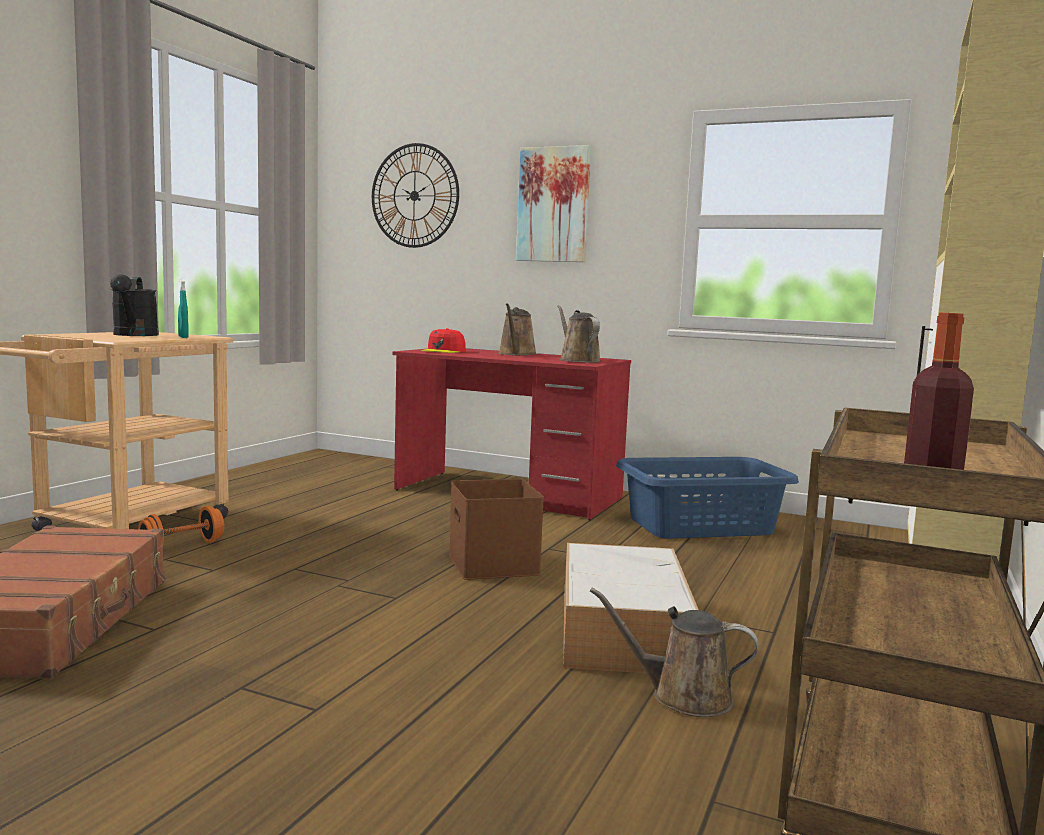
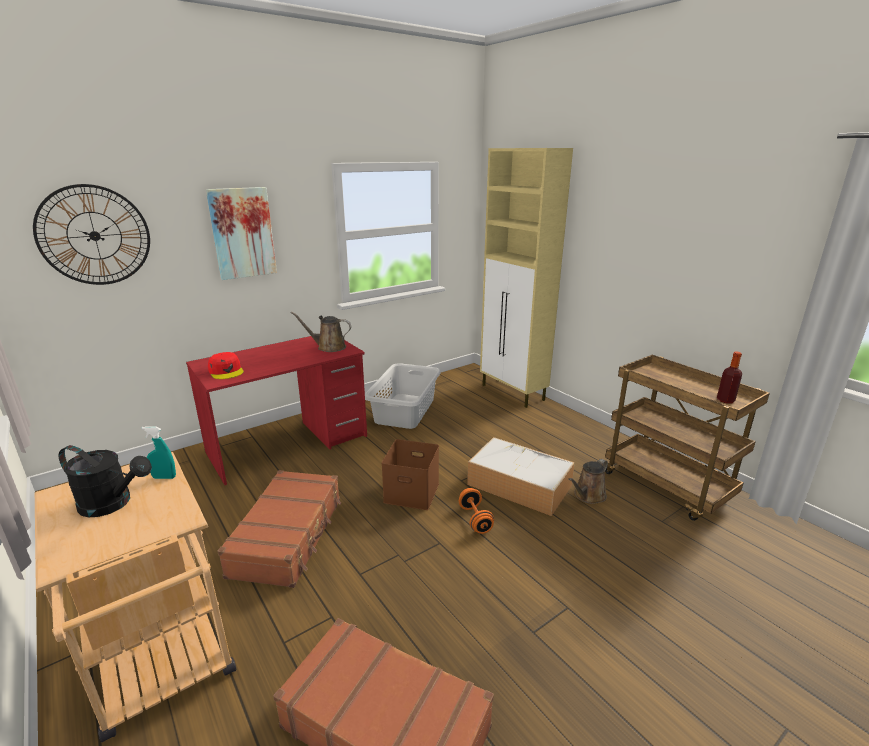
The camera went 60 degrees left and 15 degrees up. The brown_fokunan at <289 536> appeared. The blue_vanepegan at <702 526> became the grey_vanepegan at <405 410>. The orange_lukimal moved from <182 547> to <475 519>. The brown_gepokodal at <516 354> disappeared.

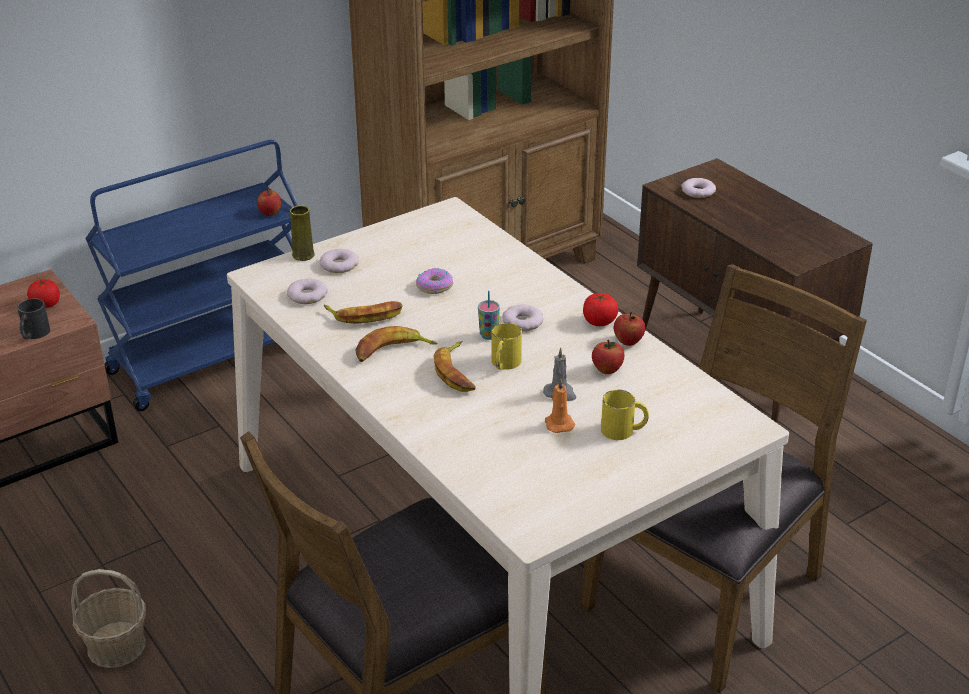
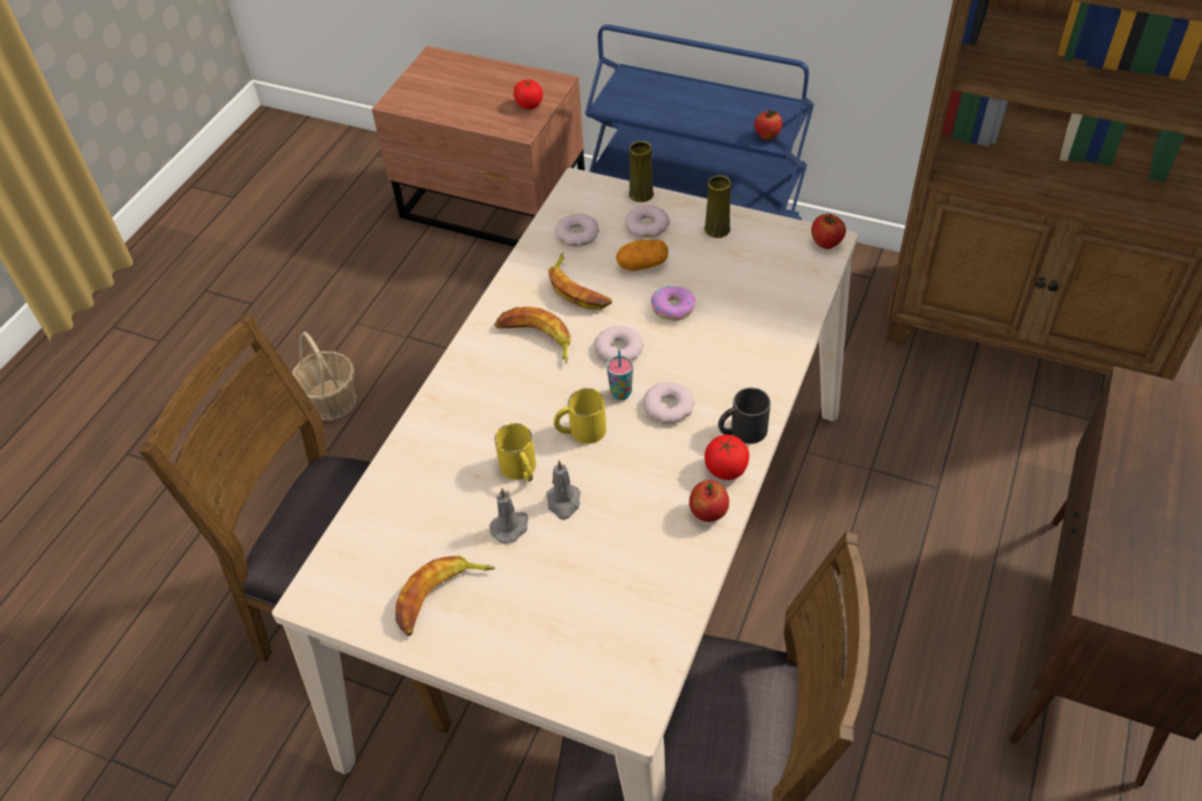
The camera went 60 degrees right and 15 degrees up. The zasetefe moved from <457 372> to <440 597>. The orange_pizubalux at <558 423> became the grey_pizubalux at <511 527>. The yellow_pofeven moved from <624 430> to <521 470>. The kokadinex moved from <698 192> to <618 349>. The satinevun at <642 265> appeared. The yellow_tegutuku at <717 229> appeared. The black_pofeven moved from <33 334> to <741 431>. The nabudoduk moved from <607 370> to <826 244>.

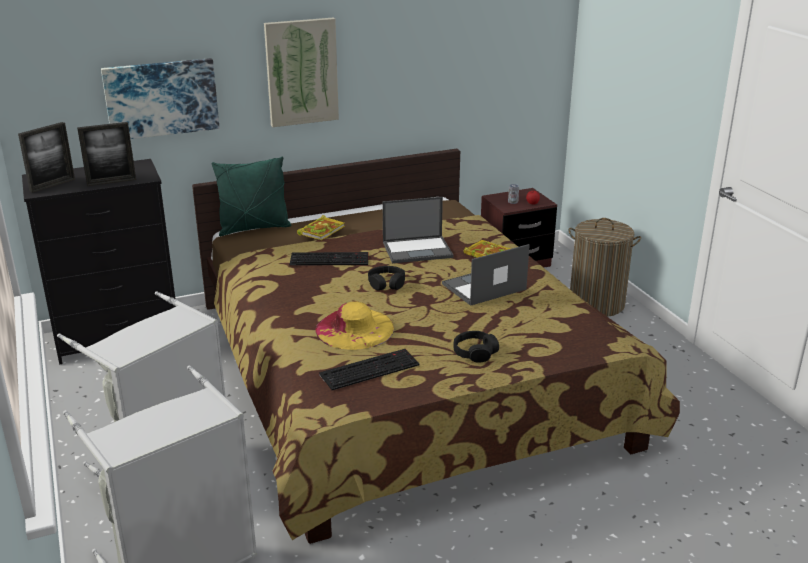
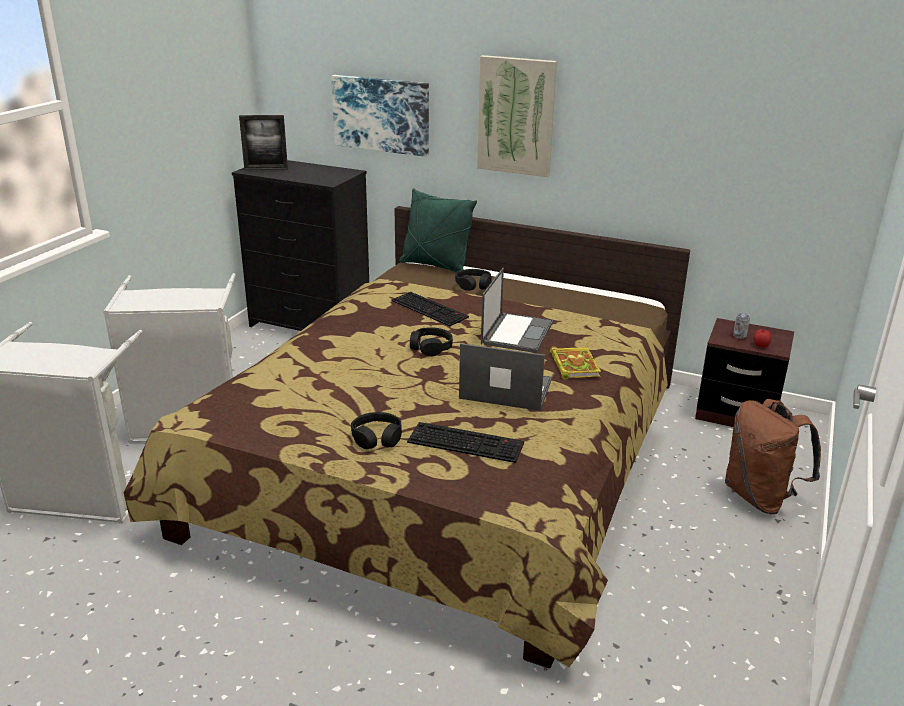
The camera went 45 degrees right and 0 degrees up. The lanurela moved from <370 369> to <467 442>. The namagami at <322 230> was replaced by the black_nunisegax at <473 285>. The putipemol at <418 250> turned 105 degrees counterclockwise. The vanepegan at <596 304> was replaced by the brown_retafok at <760 497>. The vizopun at <111 182> disappeared. The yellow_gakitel at <354 329> disappeared.

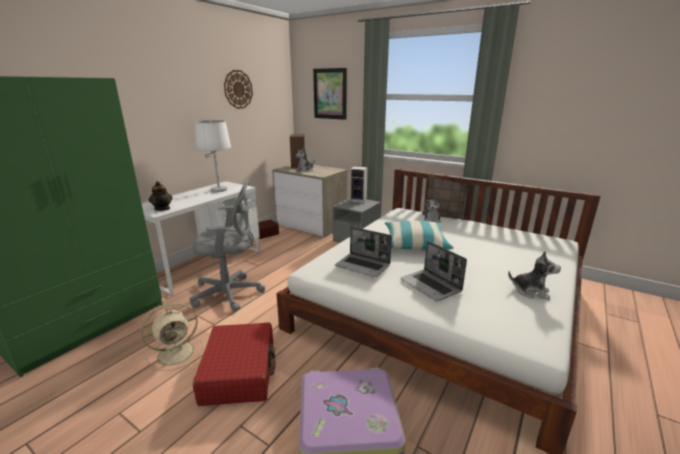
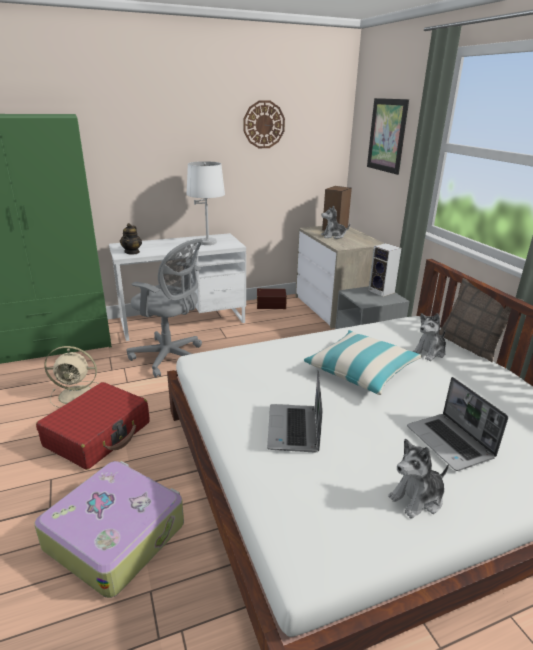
The camera went 35 degrees right and 5 degrees up. The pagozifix at <531 291> turned 90 degrees clockwise. The putipemol moved from <363 266> to <450 443>.

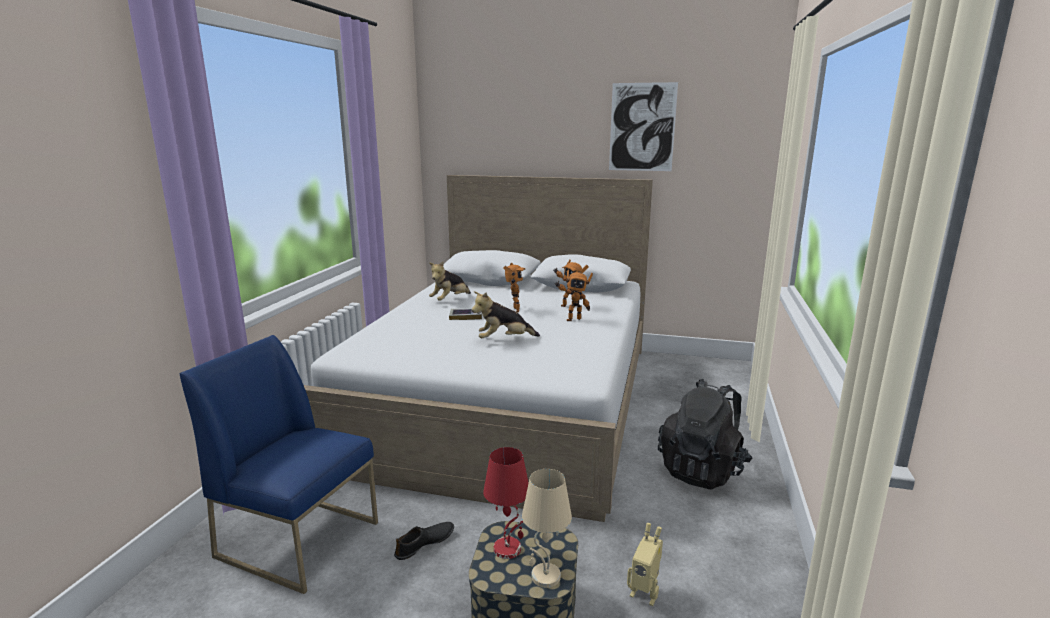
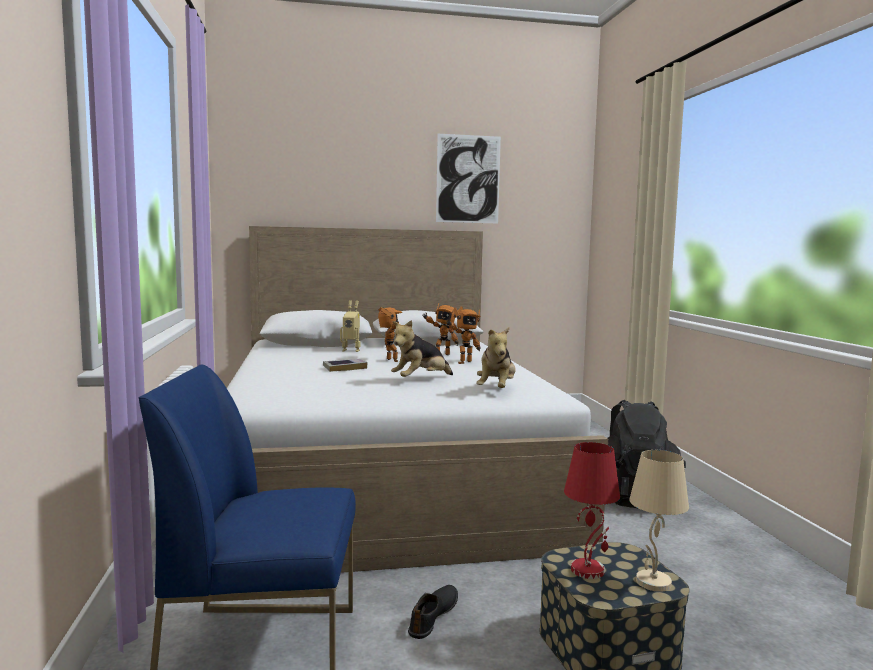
The camera went 25 degrees left and 10 degrees down. The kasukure moved from <645 593> to <351 350>. The pagozifix moved from <450 300> to <496 389>.

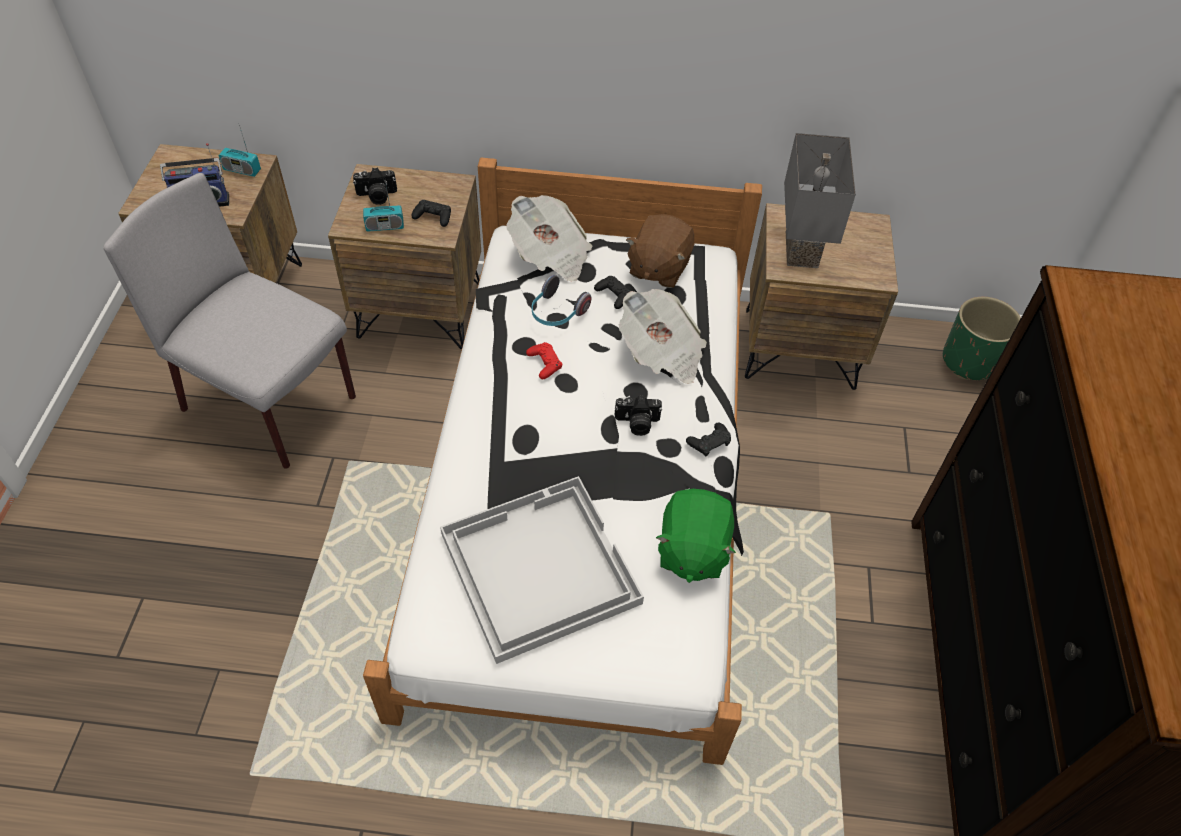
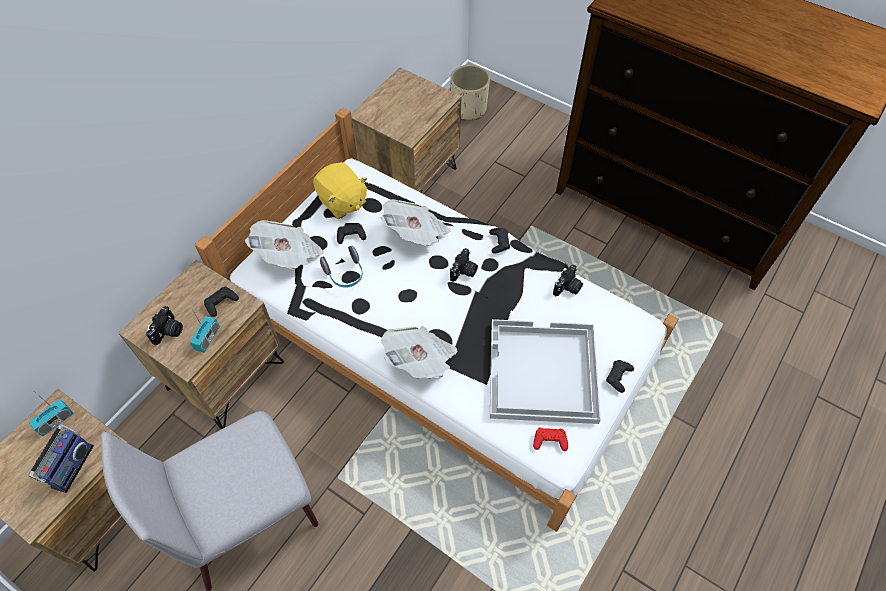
The camera went 60 degrees left and 5 degrees up. The brown_pagozifix at <658 268> became the yellow_pagozifix at <342 202>. The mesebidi at <421 360> appeared. The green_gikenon at <969 361> became the beige_gikenon at <469 109>. The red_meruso moved from <544 363> to <550 441>. The green_pagozifix at <691 550> was replaced by the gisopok at <568 288>. The black_meruso at <618 377> appeared. The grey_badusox at <798 249> disappeared.

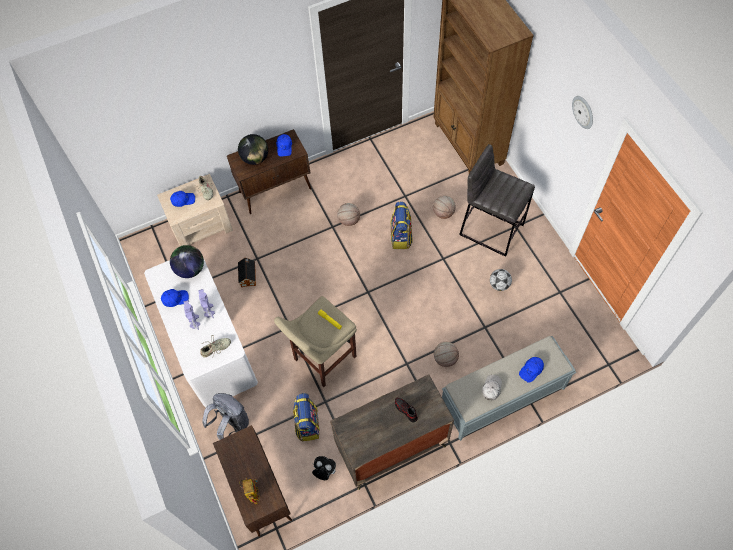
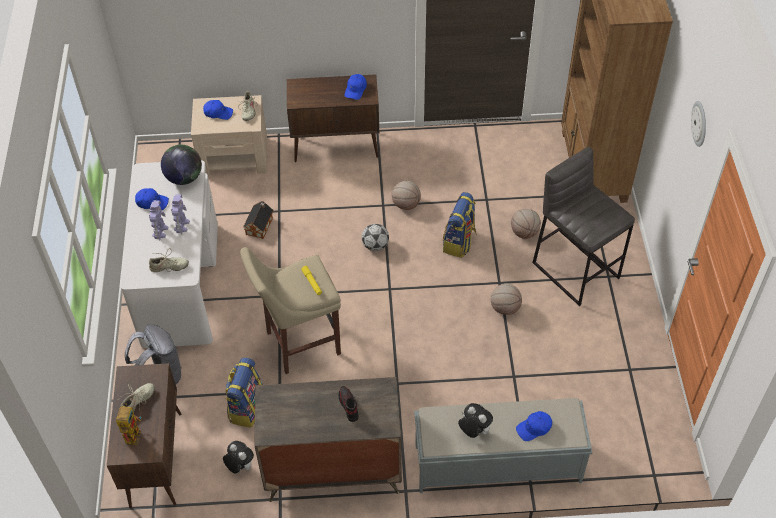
The camera went 20 degrees right and 10 degrees down. The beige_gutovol at <138 401> appeared. The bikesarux moved from <499 284> to <375 245>. The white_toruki at <491 388> was replaced by the pagozifix at <474 431>. The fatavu moved from <445 358> to <505 308>. The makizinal at <255 158> disappeared.

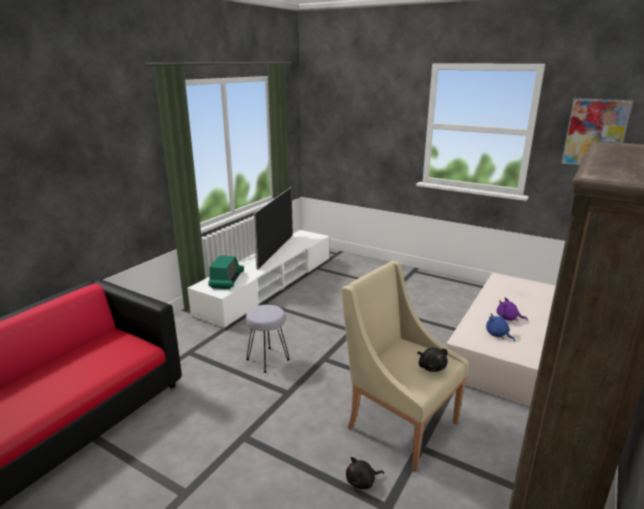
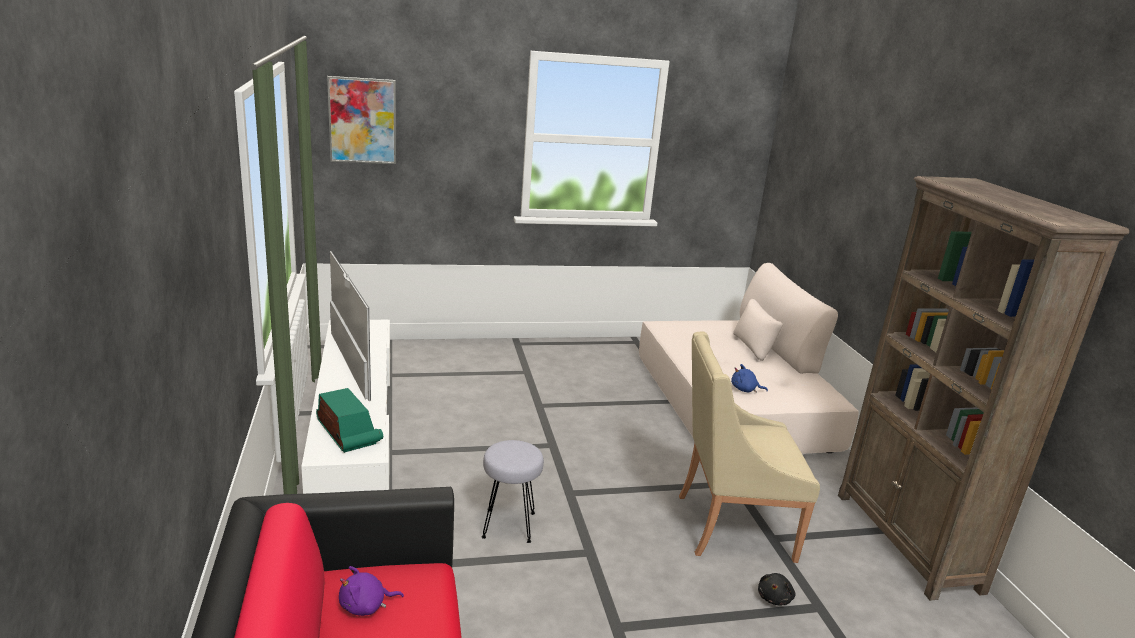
The camera went 45 degrees left and 0 degrees up. The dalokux moved from <595 133> to <362 120>. The purple_pagozifix moved from <508 318> to <366 606>. The black_pagozifix at <431 367> disappeared.

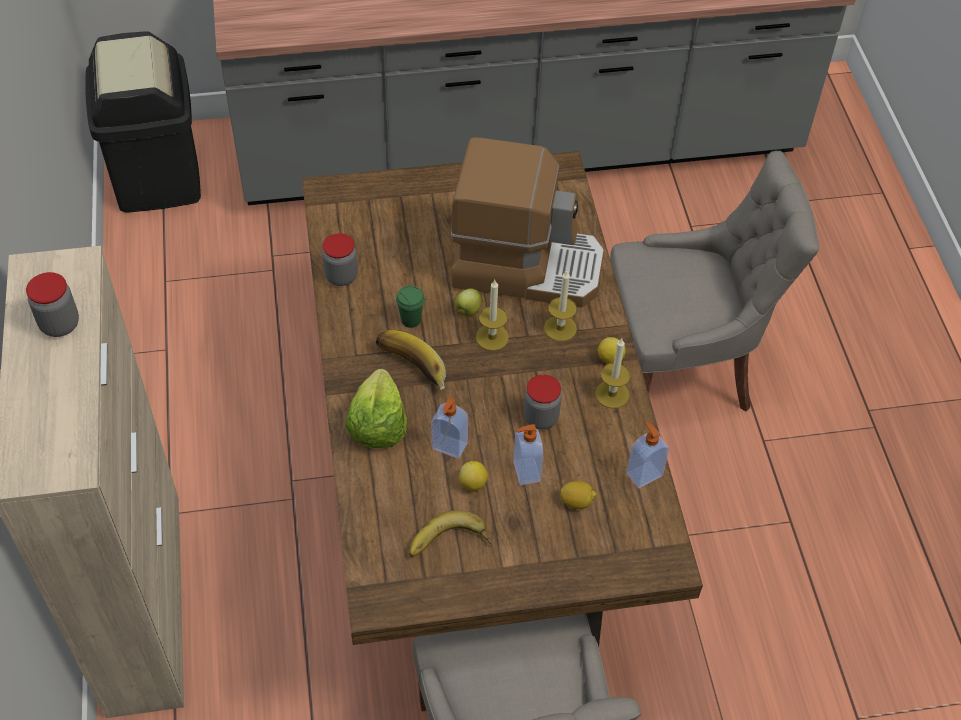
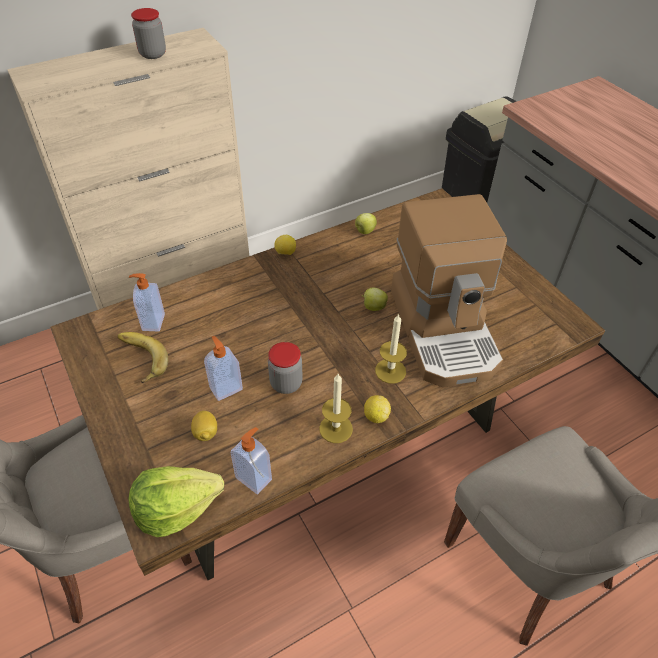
The camera went 70 degrees right and 5 degrees down. The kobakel moved from <449 447> to <152 322>. The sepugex moved from <377 425> to <176 508>. The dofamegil moved from <473 483> to <285 253>. The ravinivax at <341 276> was replaced by the nabudoduk at <364 231>. The zasetefe at <410 370> disappeared. The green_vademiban at <411 320> disappeared. The pizubalux at <492 337> disappeared.

